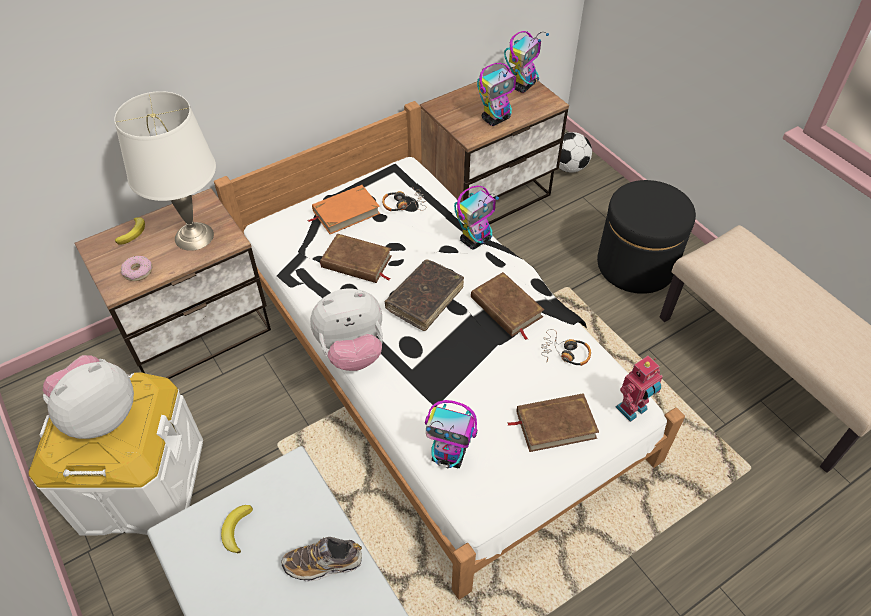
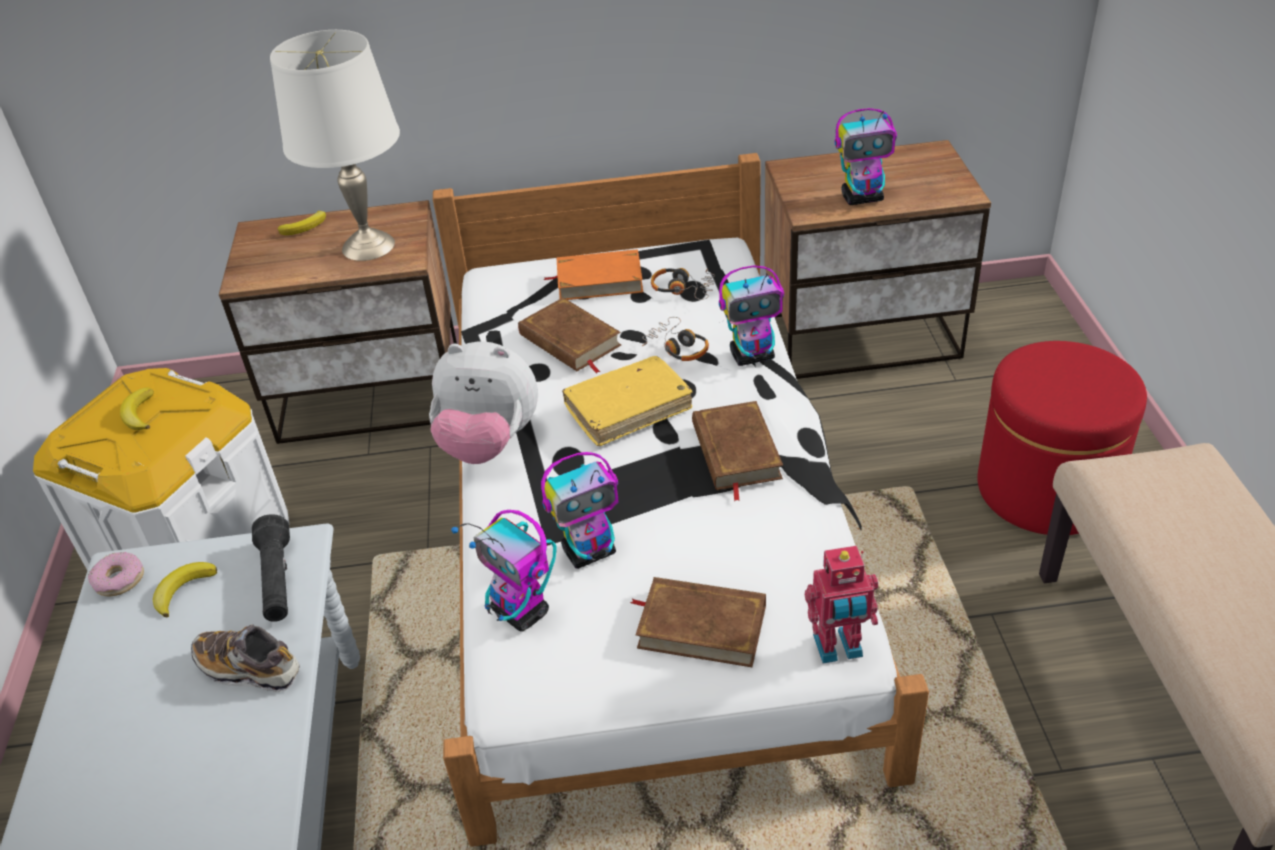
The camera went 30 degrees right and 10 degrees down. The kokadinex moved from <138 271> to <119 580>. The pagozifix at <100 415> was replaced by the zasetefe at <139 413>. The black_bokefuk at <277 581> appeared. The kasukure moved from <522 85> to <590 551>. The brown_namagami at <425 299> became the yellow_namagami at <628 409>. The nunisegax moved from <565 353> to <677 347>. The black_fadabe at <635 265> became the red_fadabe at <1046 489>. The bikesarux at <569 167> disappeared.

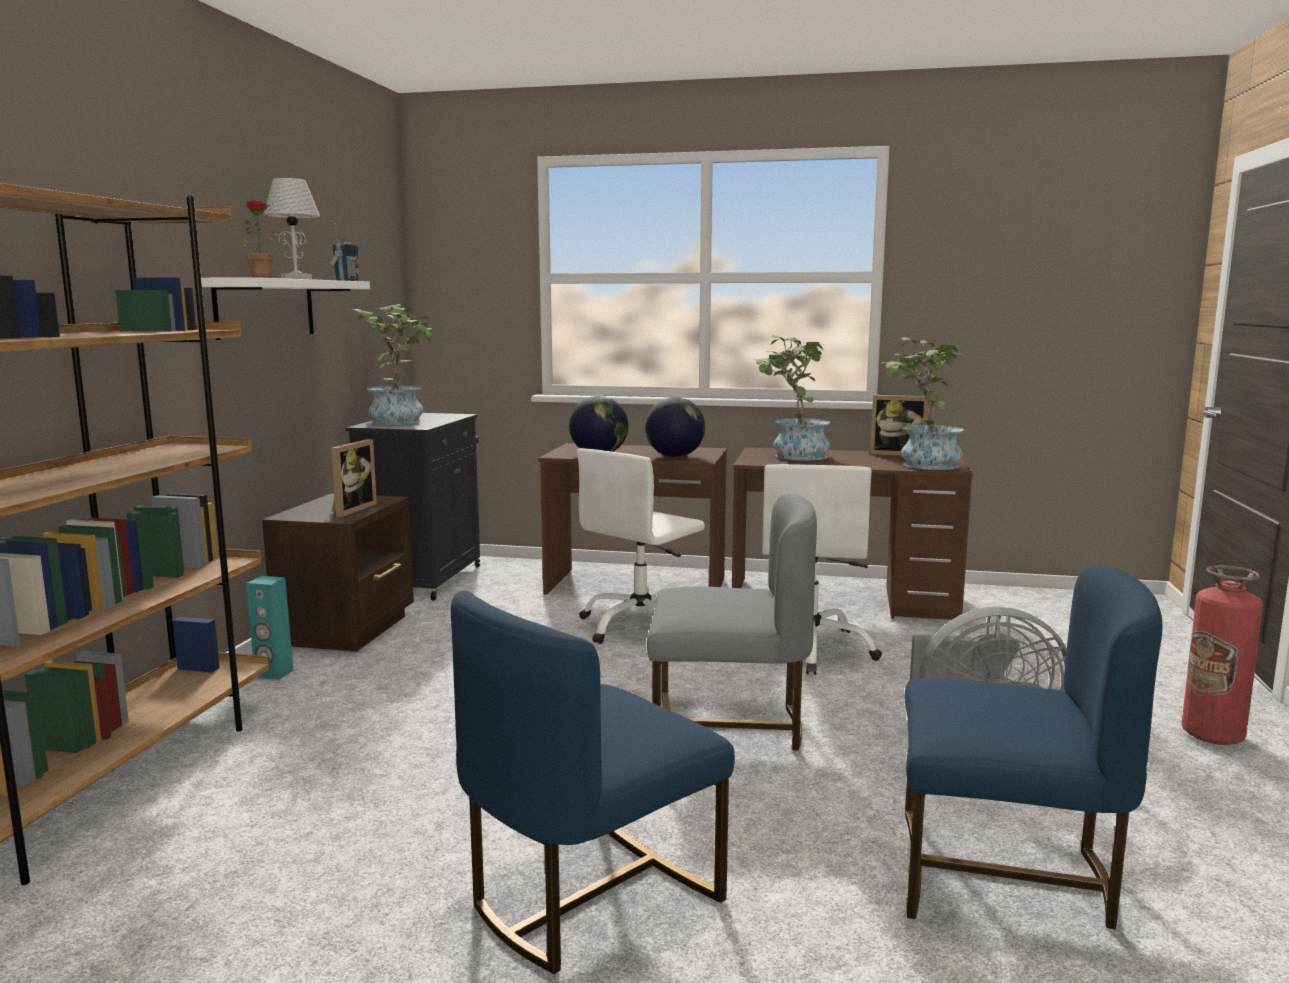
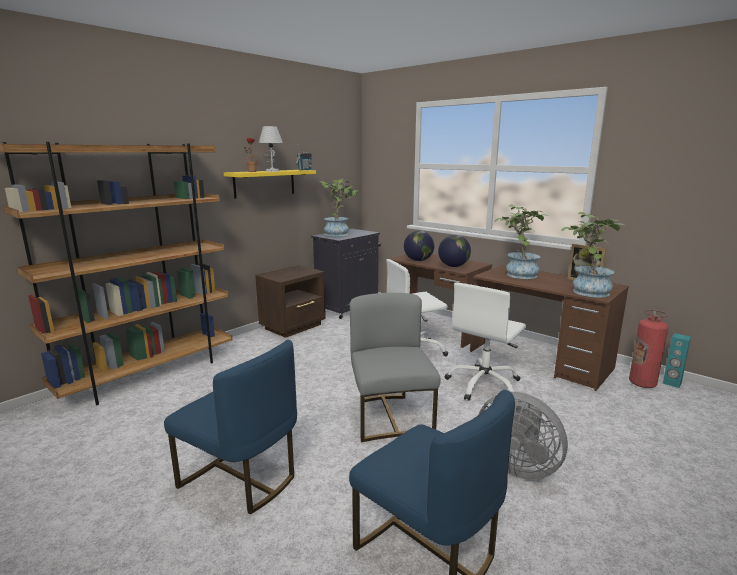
The camera went 30 degrees right and 5 degrees up. The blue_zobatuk at <588 895> turned 135 degrees counterclockwise. The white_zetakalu at <265 308> became the yellow_zetakalu at <264 183>. The grey_zobatuk at <727 727> turned 135 degrees counterclockwise. The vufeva moved from <1212 735> to <642 383>. The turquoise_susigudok moved from <273 674> to <672 383>. The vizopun at <350 509> disappeared.

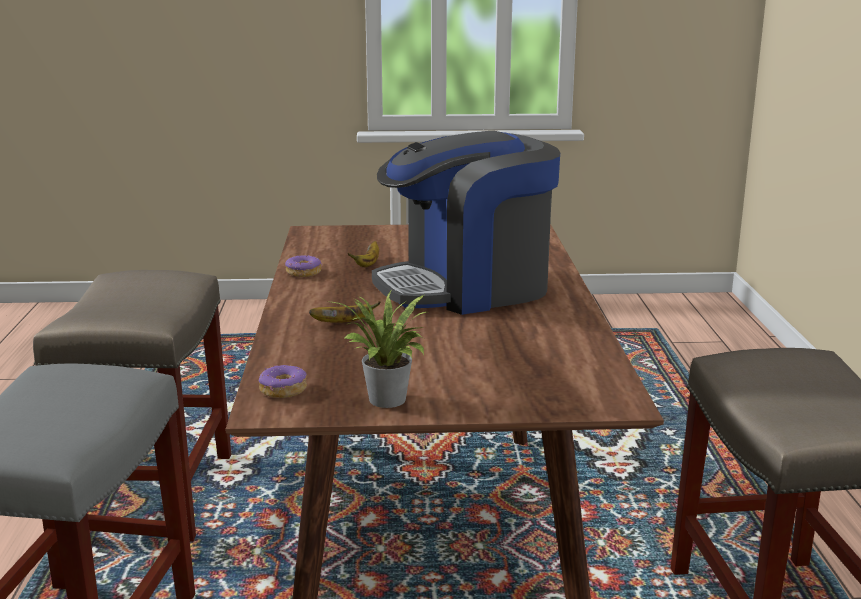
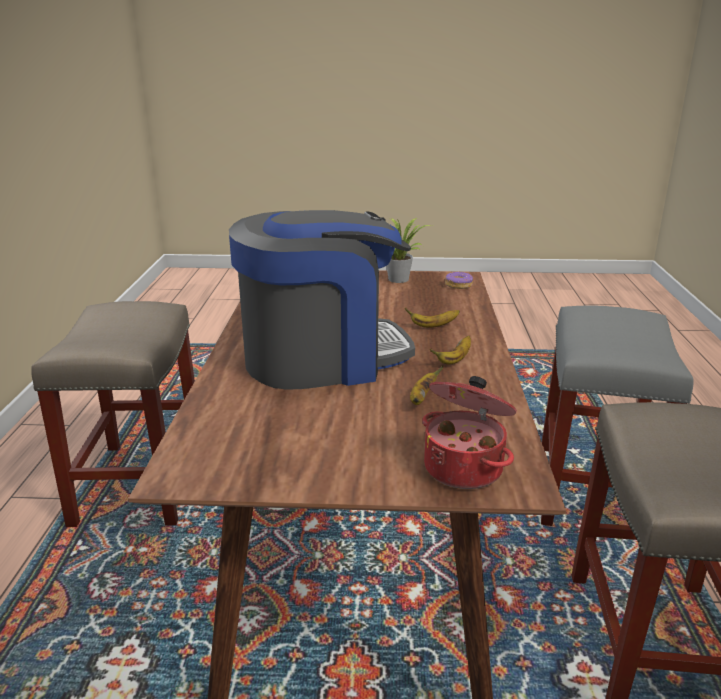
The camera went 175 degrees left and 5 degrees up. The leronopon at <465 467> appeared. The zasetefe at <454 360> appeared. The kokadinex at <304 272> disappeared.

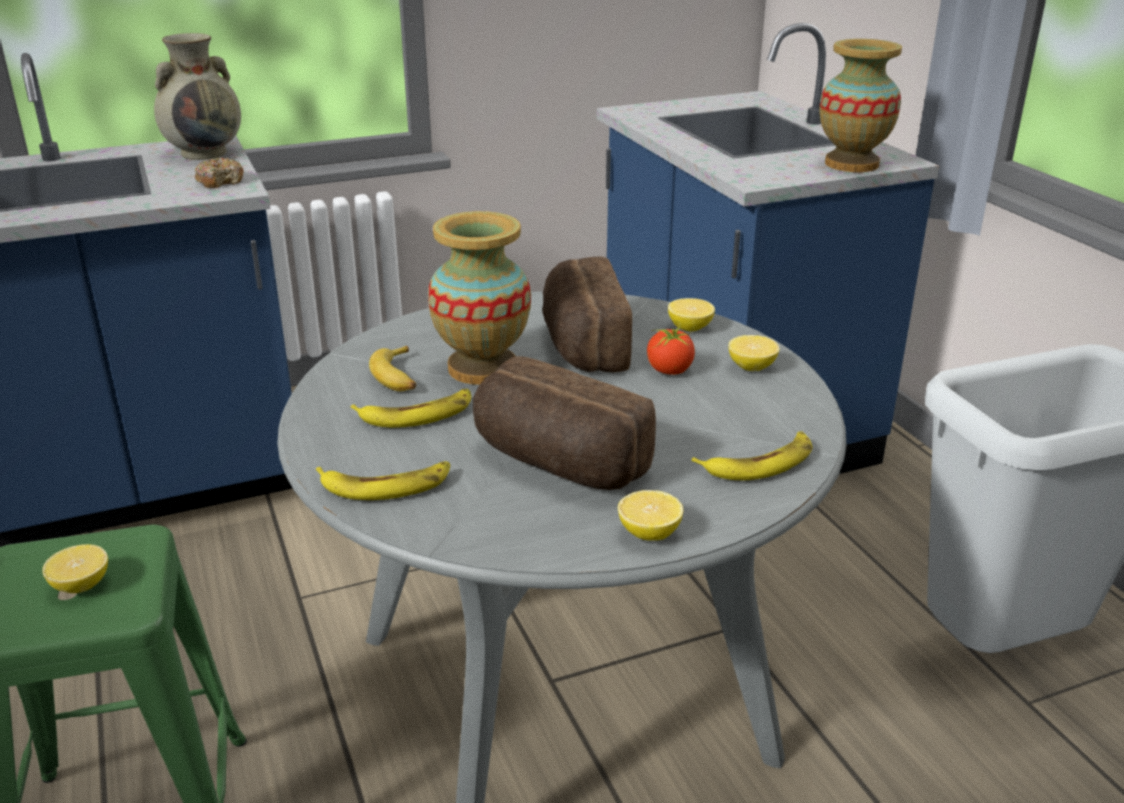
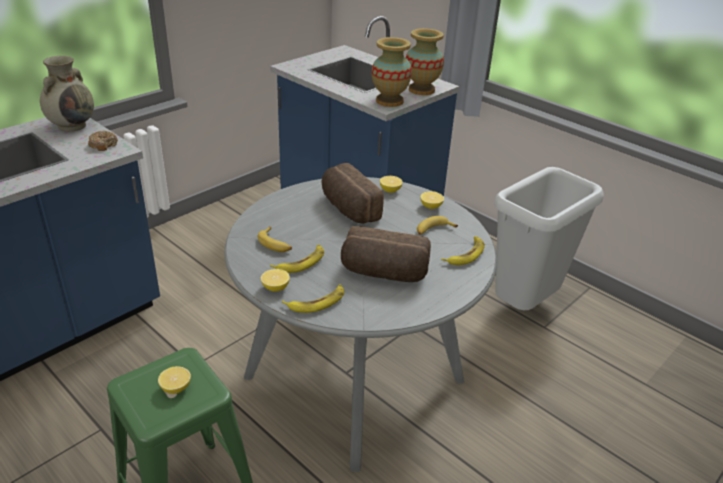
The camera went 25 degrees left and 5 degrees up. The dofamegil moved from <649 533> to <275 288>. The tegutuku moved from <482 368> to <389 101>. The zasetefe at <433 230> appeared. The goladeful at <669 370> disappeared.

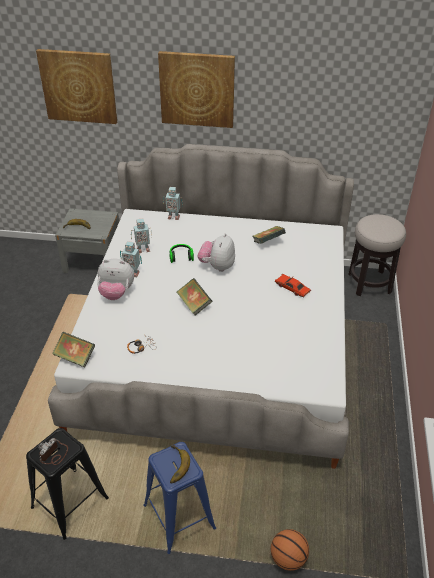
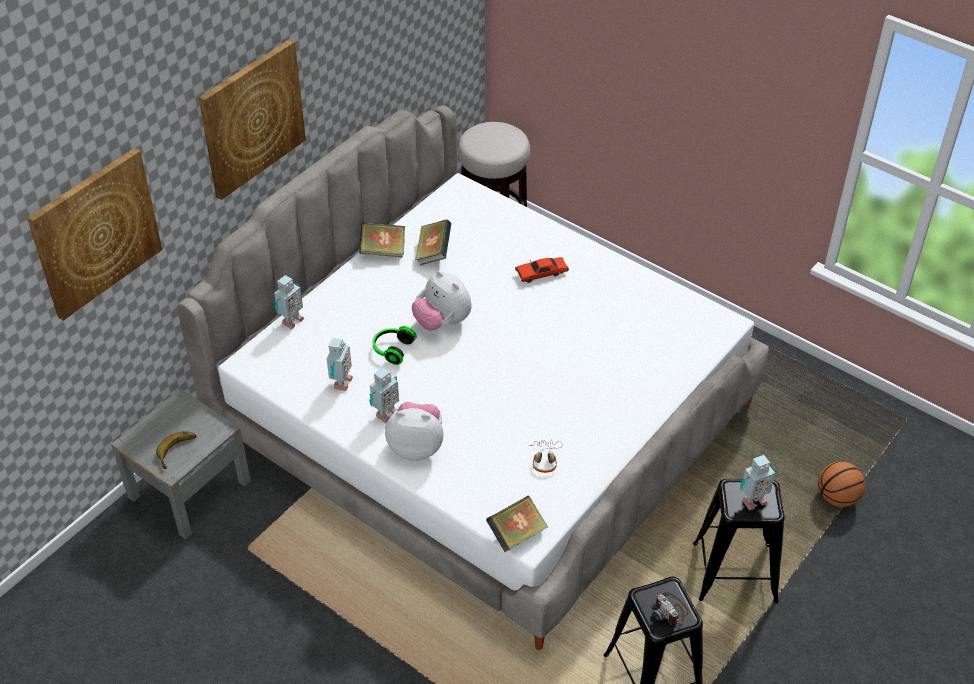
The camera went 60 degrees left and 5 degrees up. The namagami moved from <194 304> to <383 251>. The pagozifix at <116 293> turned 120 degrees counterclockwise. The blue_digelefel at <179 517> became the black_digelefel at <734 572>. The zasetefe at <174 466> was replaced by the kasukure at <752 500>.

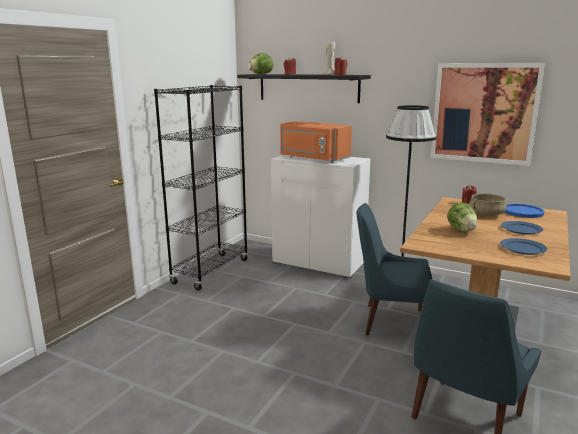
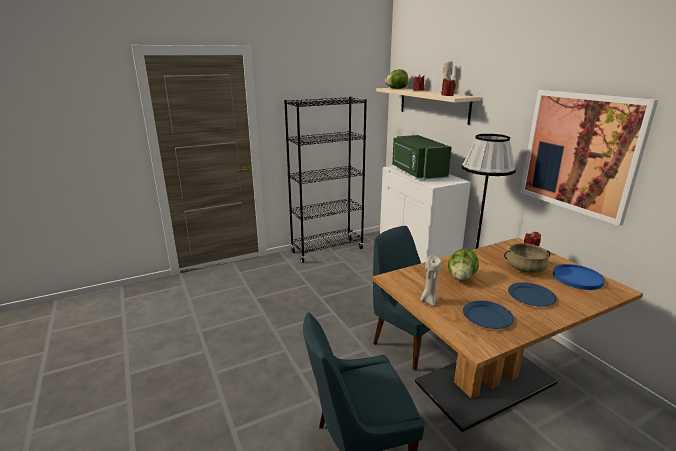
The camera went 35 degrees right and 5 degrees up. The black_zetakalu at <308 88> became the beige_zetakalu at <433 104>. The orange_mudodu at <313 158> became the green_mudodu at <417 172>. The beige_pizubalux at <428 301> appeared.

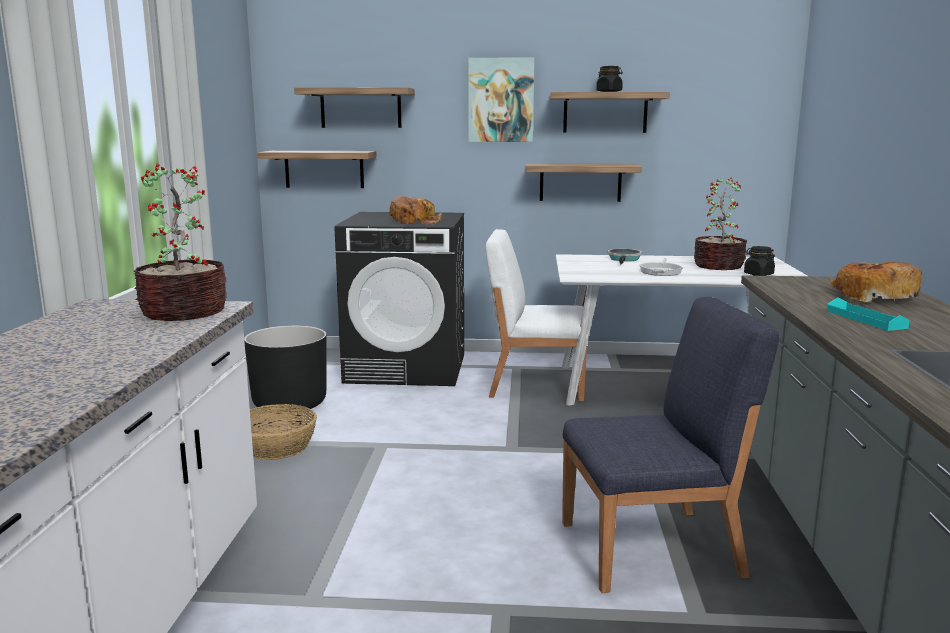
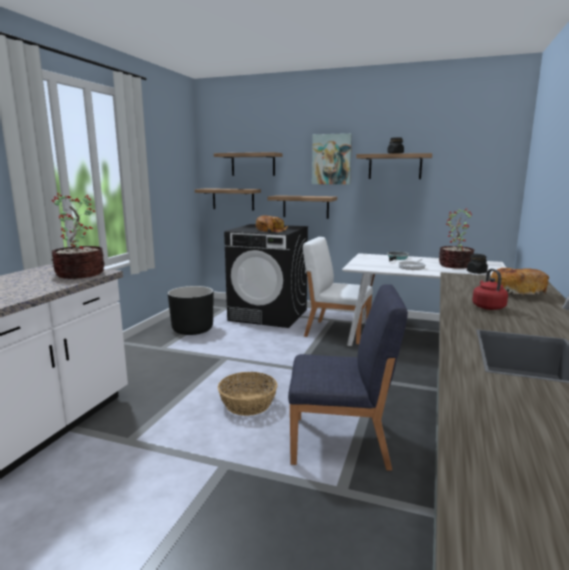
The camera went 15 degrees right and 0 degrees up. The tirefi moved from <276 446> to <248 404>. The zetakalu moved from <580 182> to <305 207>. The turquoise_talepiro at <865 319> was replaced by the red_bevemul at <487 307>.

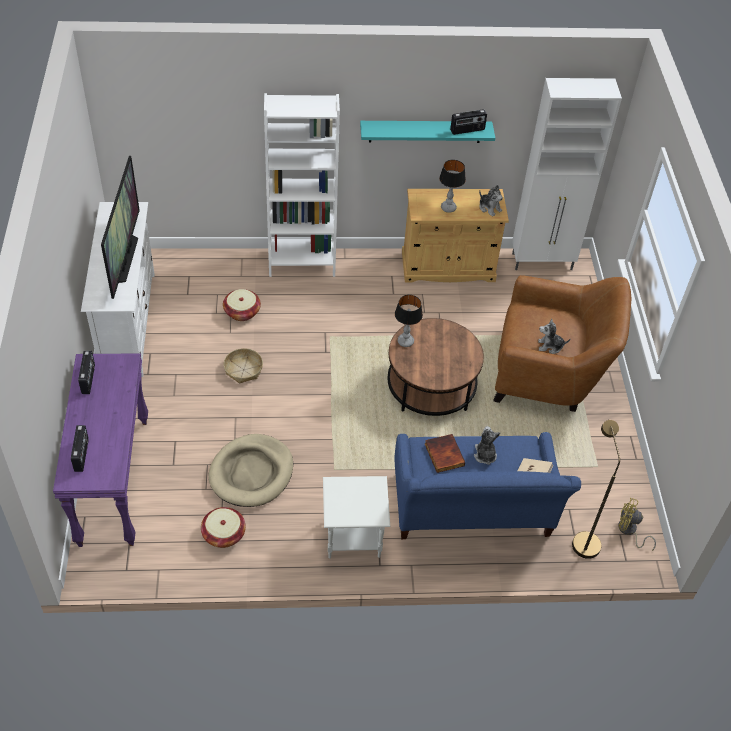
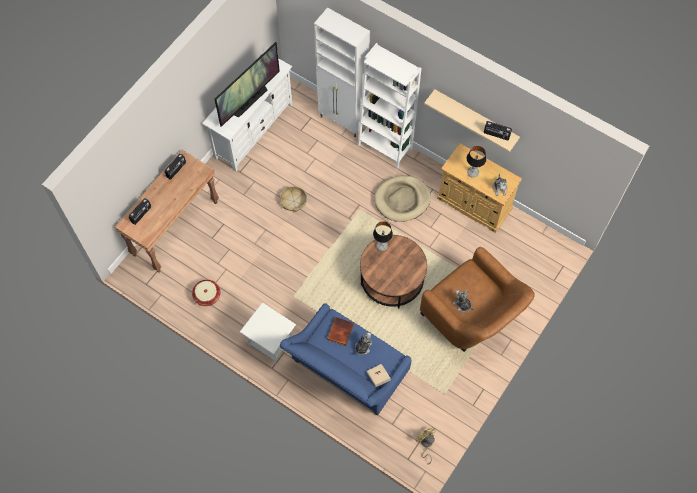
The camera went 40 degrees right and 15 degrees up. The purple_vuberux at <113 481> became the brown_vuberux at <175 228>. The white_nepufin moved from <543 262> to <343 121>. The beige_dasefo moved from <251 473> to <402 199>. The turquoise_zetakalu at <425 131> became the beige_zetakalu at <475 117>. The tirefi at <242 312> disappeared. The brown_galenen at <583 538> disappeared.

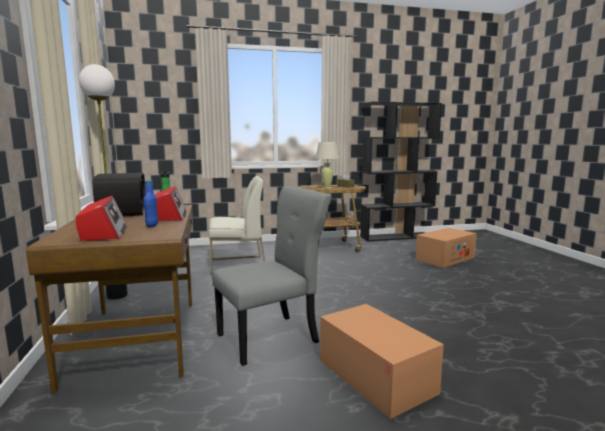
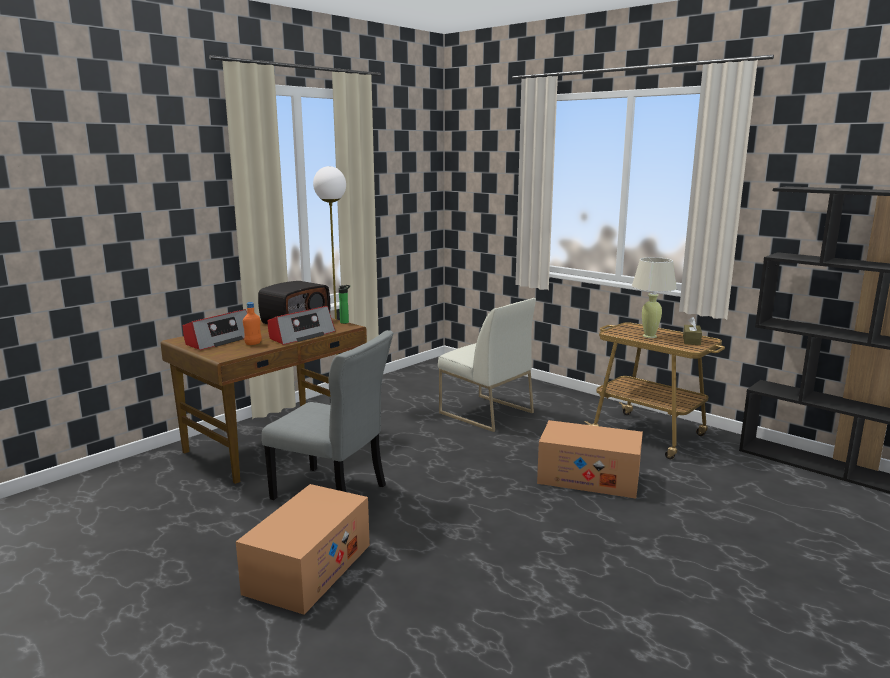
The camera went 55 degrees right and 5 degrees up. The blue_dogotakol at <152 226> became the orange_dogotakol at <253 344>. The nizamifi moved from <445 258> to <588 477>.

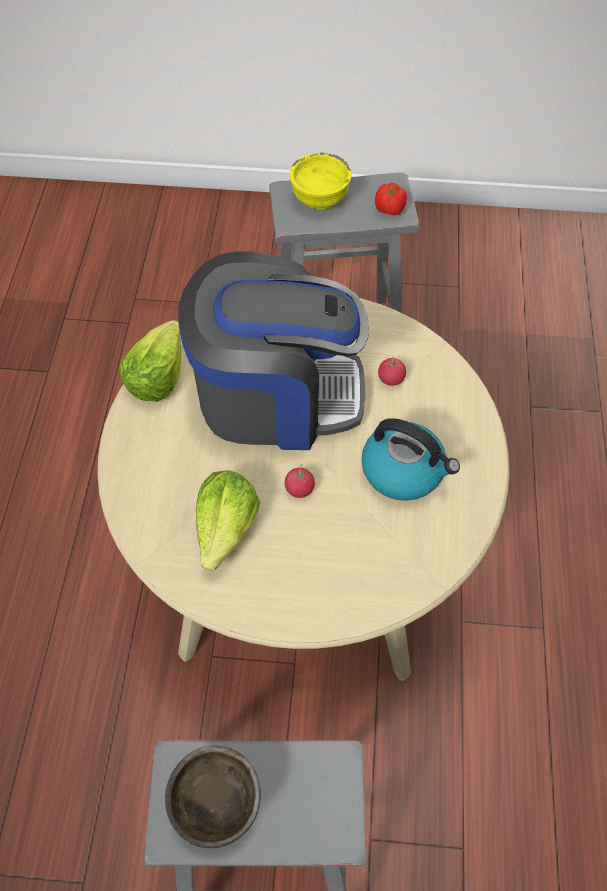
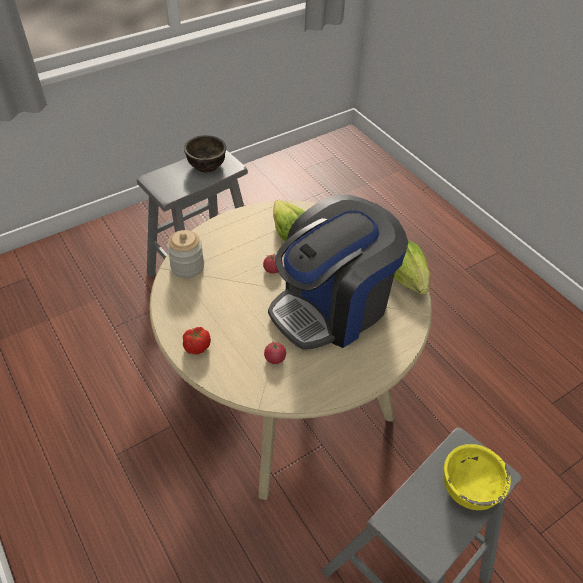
The camera went 140 degrees right and 10 degrees down. The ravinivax at <187 266> appeared. The goladeful moved from <390 209> to <197 347>. The bevemul at <404 470> disappeared.

